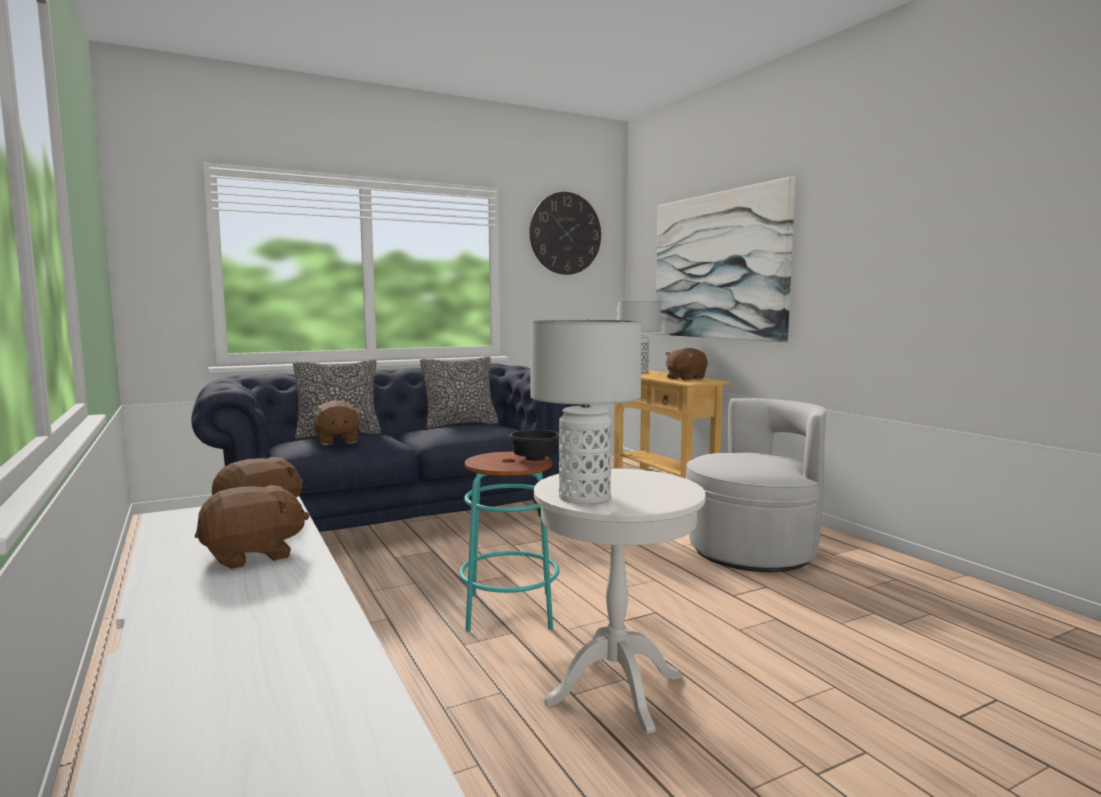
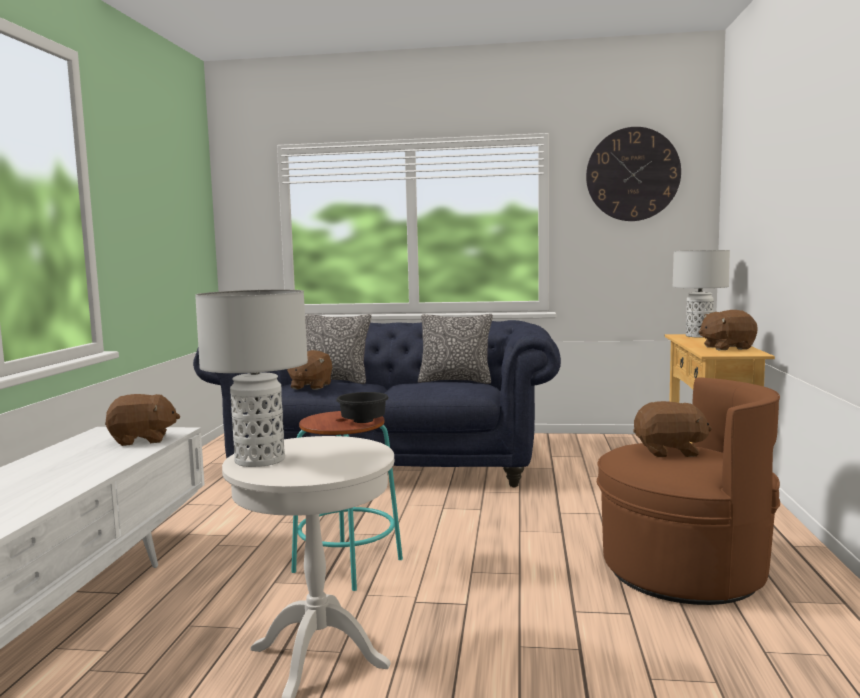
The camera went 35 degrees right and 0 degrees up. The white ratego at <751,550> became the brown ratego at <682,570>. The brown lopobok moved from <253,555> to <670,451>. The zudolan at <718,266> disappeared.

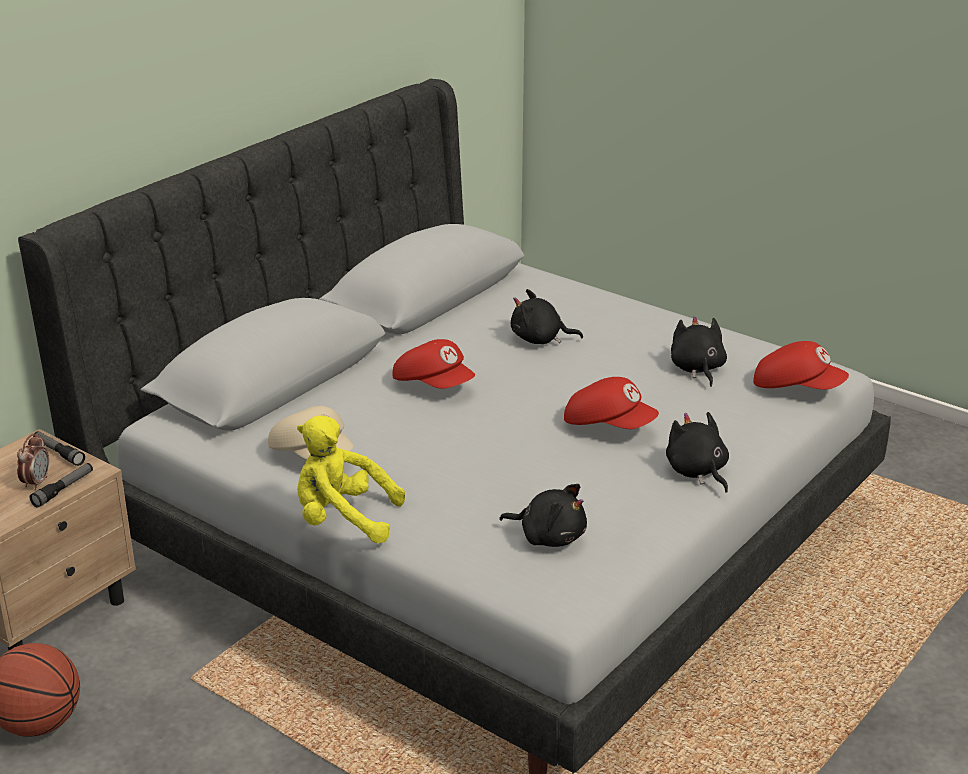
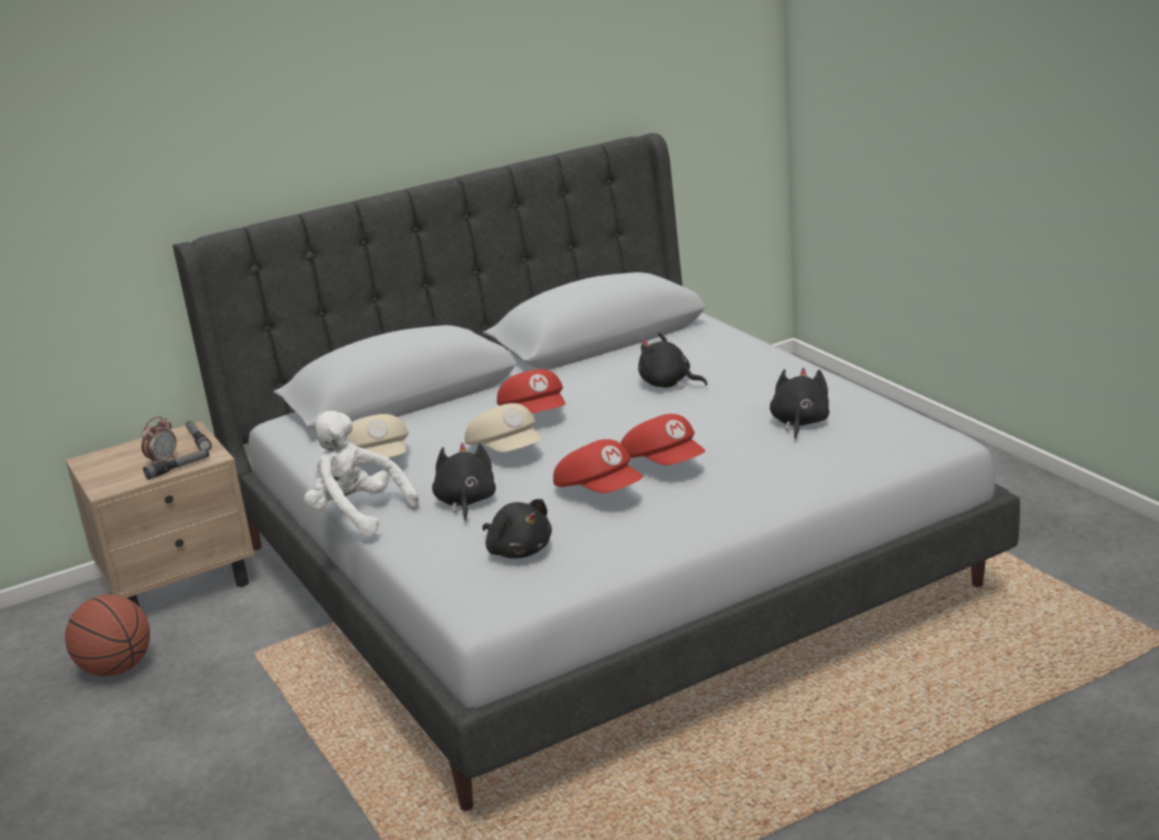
The camera went 25 degrees right and 5 degrees down. The yellow lopobok at <342,520> became the white lopobok at <357,515>. The black lopobok moved from <697,472> to <466,502>. The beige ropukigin at <507,450> appeared. The red ropukigin moved from <797,387> to <600,490>.

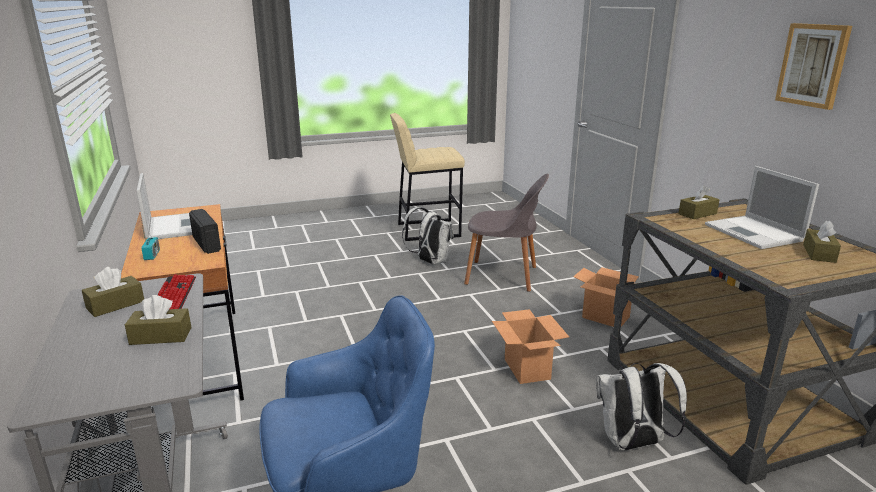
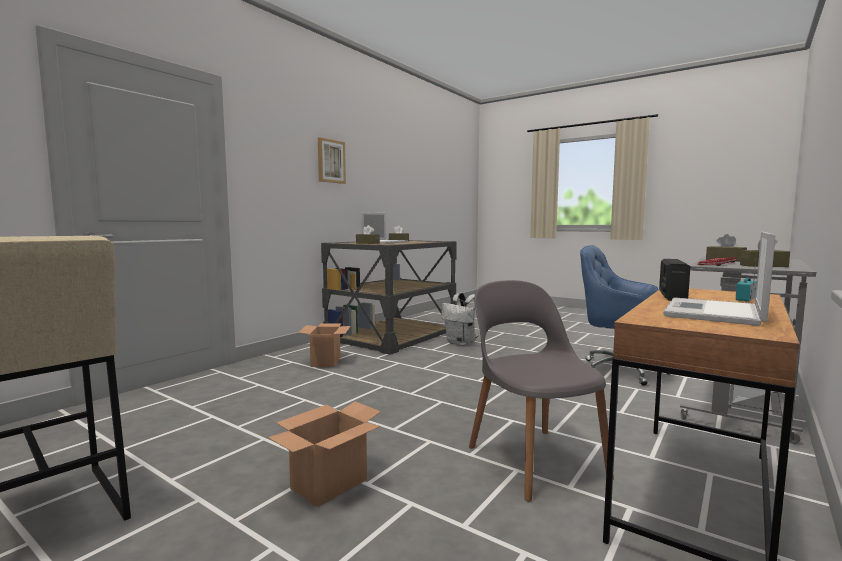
The camera went 125 degrees left and 15 degrees down. The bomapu moved from <526,369> to <328,485>. The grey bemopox moved from <504,276> to <534,459>. The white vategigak at <430,262> disappeared.

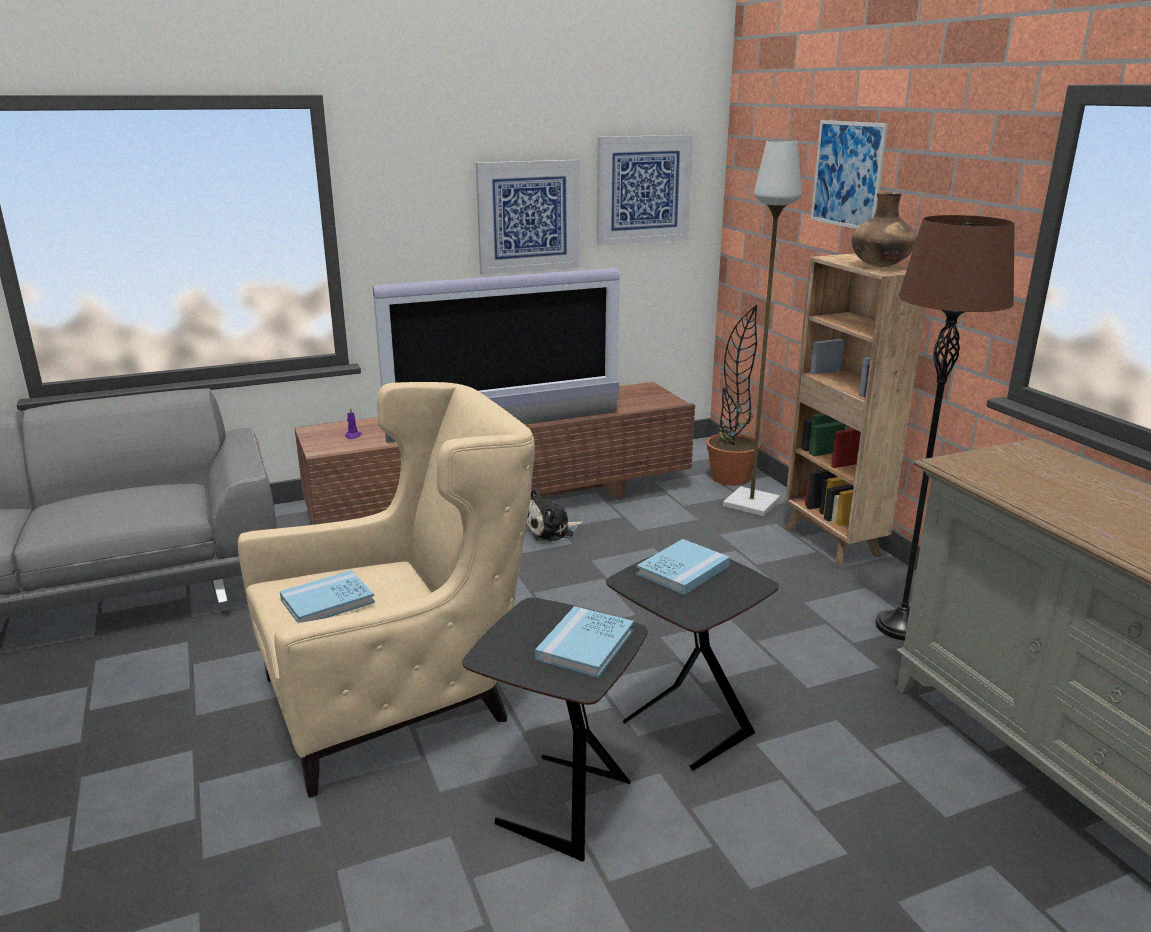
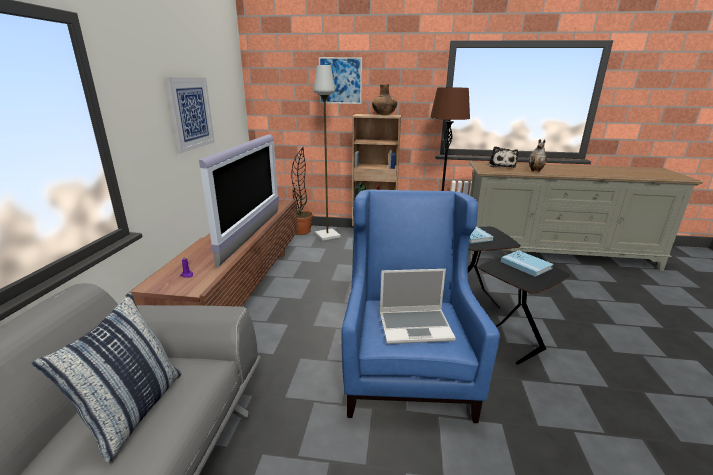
The camera went 60 degrees left and 0 degrees up. The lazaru at <134,411> appeared. The beige ratego at <398,699> became the blue ratego at <406,368>. The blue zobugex at <327,601> was replaced by the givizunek at <416,326>. The lopobok moved from <551,530> to <501,166>. The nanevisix at <536,171> appeared. The zudolan at <643,189> disappeared.

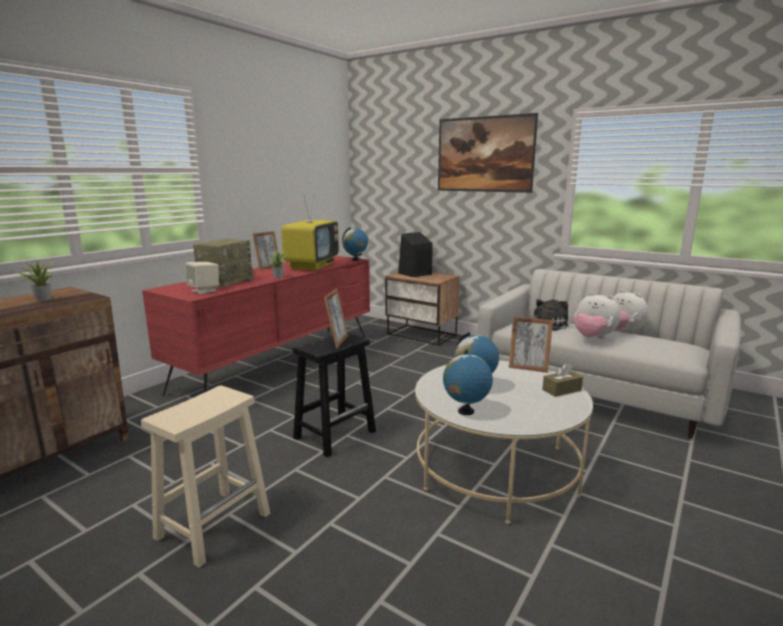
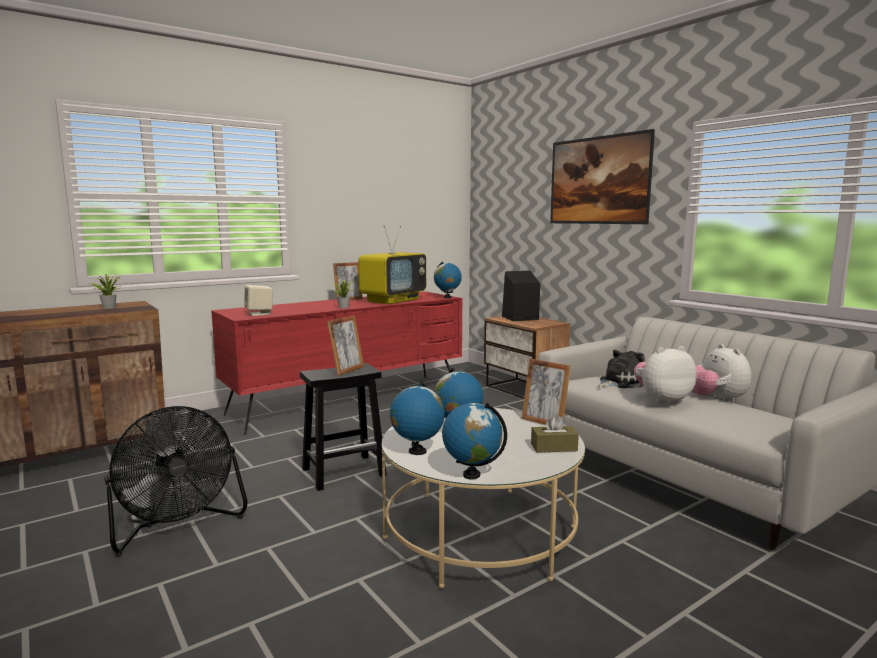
The camera went 20 degrees right and 5 degrees down. The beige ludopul at <214,524> was replaced by the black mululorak at <172,527>. The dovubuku at <471,475> appeared. The lopobok at <593,338> turned 105 degrees clockwise. The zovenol at <225,281> disappeared.

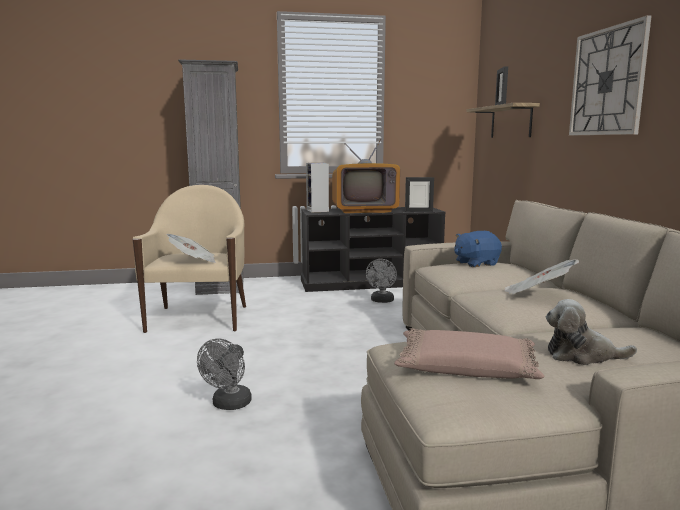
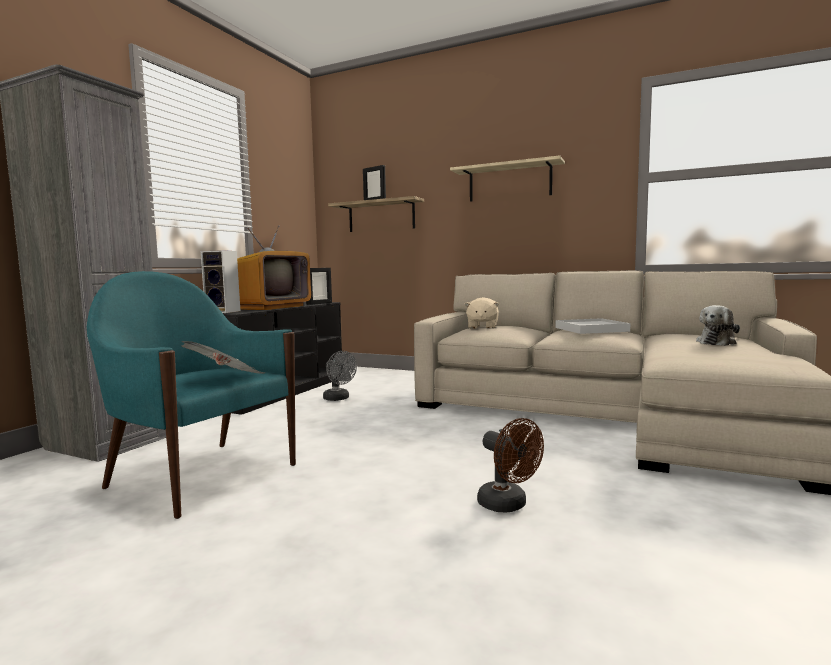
The camera went 55 degrees left and 5 degrees down. The beige ratego at <199,318> became the turquoise ratego at <201,475>. The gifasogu at <607,82> was replaced by the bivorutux at <509,182>. The blue lopobok at <475,263> became the beige lopobok at <482,327>. The grey mululorak at <229,405> became the brown mululorak at <508,505>. The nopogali at <537,295> was replaced by the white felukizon at <591,329>. The beige lazaru at <466,364> disappeared.

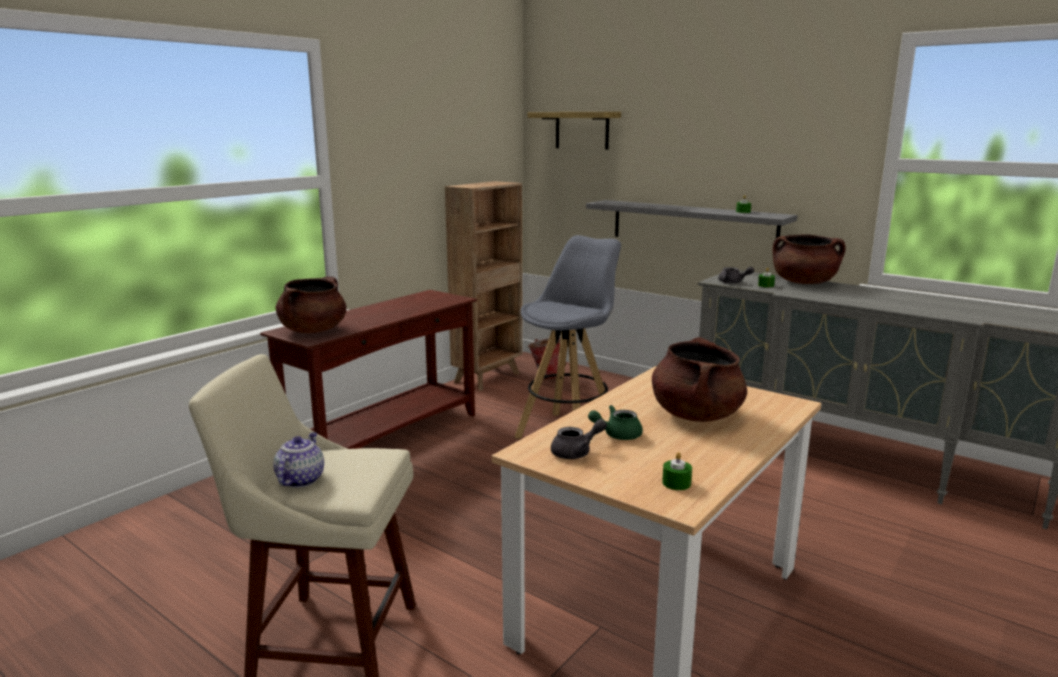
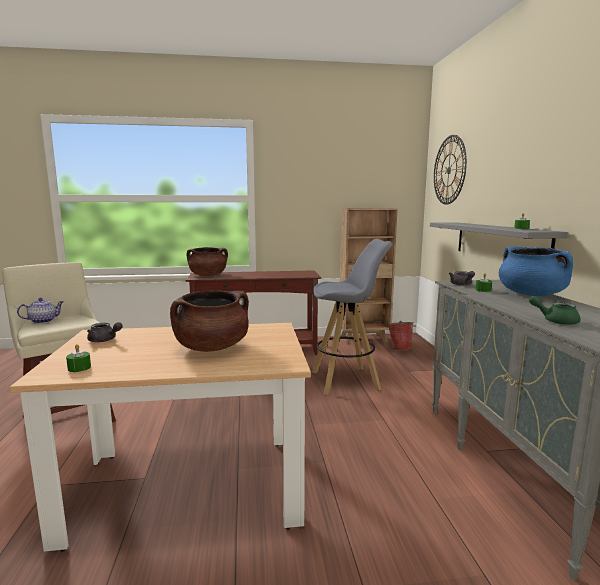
The camera went 45 degrees right and 5 degrees down. The bivorutux at <582,130> was replaced by the gifasogu at <449,170>. The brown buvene at <804,282> became the blue buvene at <531,294>. The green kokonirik moved from <617,435> to <555,321>.

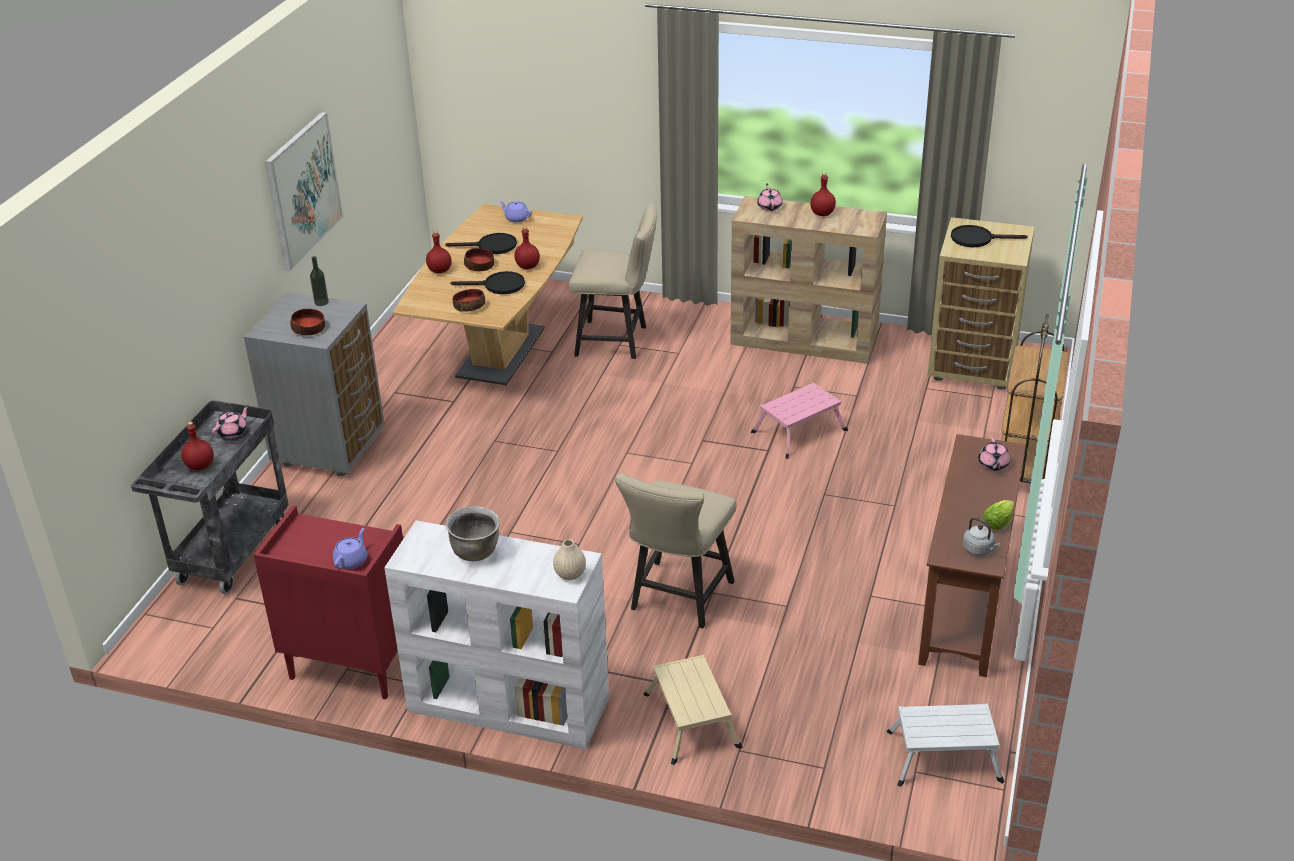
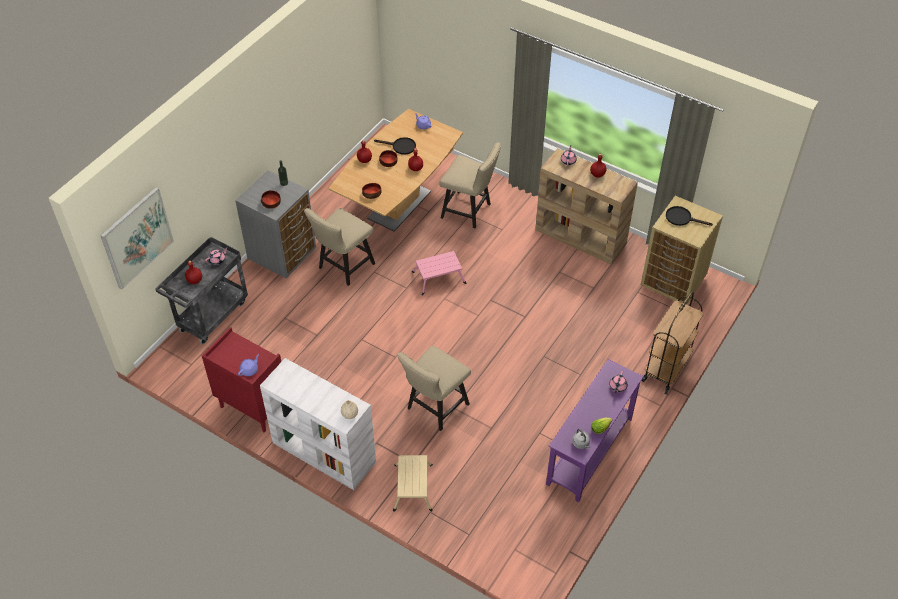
The camera went 15 degrees right and 15 degrees up. The zudolan moved from <303,190> to <137,237>. The beige bemopox at <343,267> appeared. The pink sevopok moved from <799,431> to <439,277>. The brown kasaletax at <965,603> became the purple kasaletax at <589,452>. The brown buvene at <476,552> disappeared. The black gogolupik at <498,286> disappeared. The white sevopok at <945,756> disappeared.

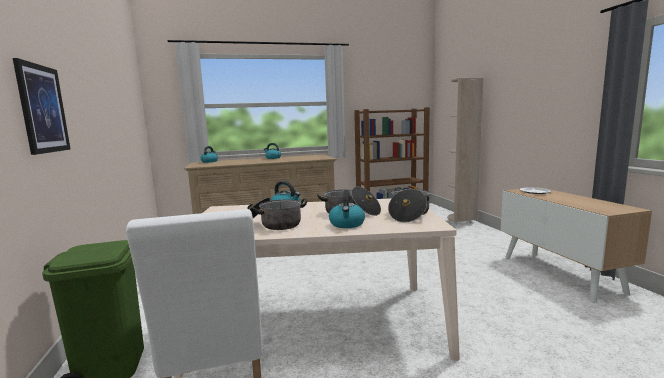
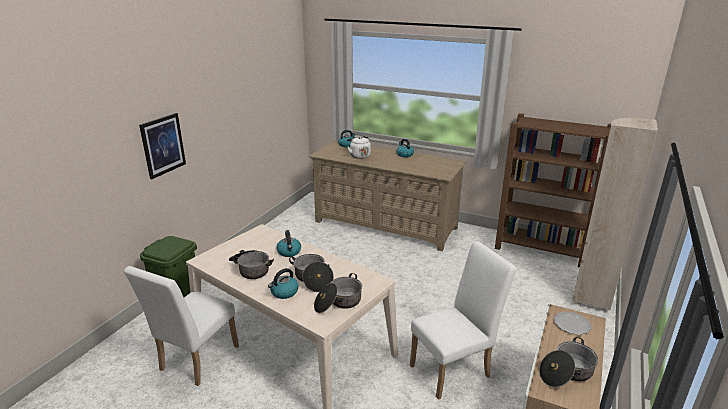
The camera went 40 degrees right and 15 degrees up. The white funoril at <359,156> appeared. The white bemopox at <455,369> appeared. The buvene at <566,373> appeared.

